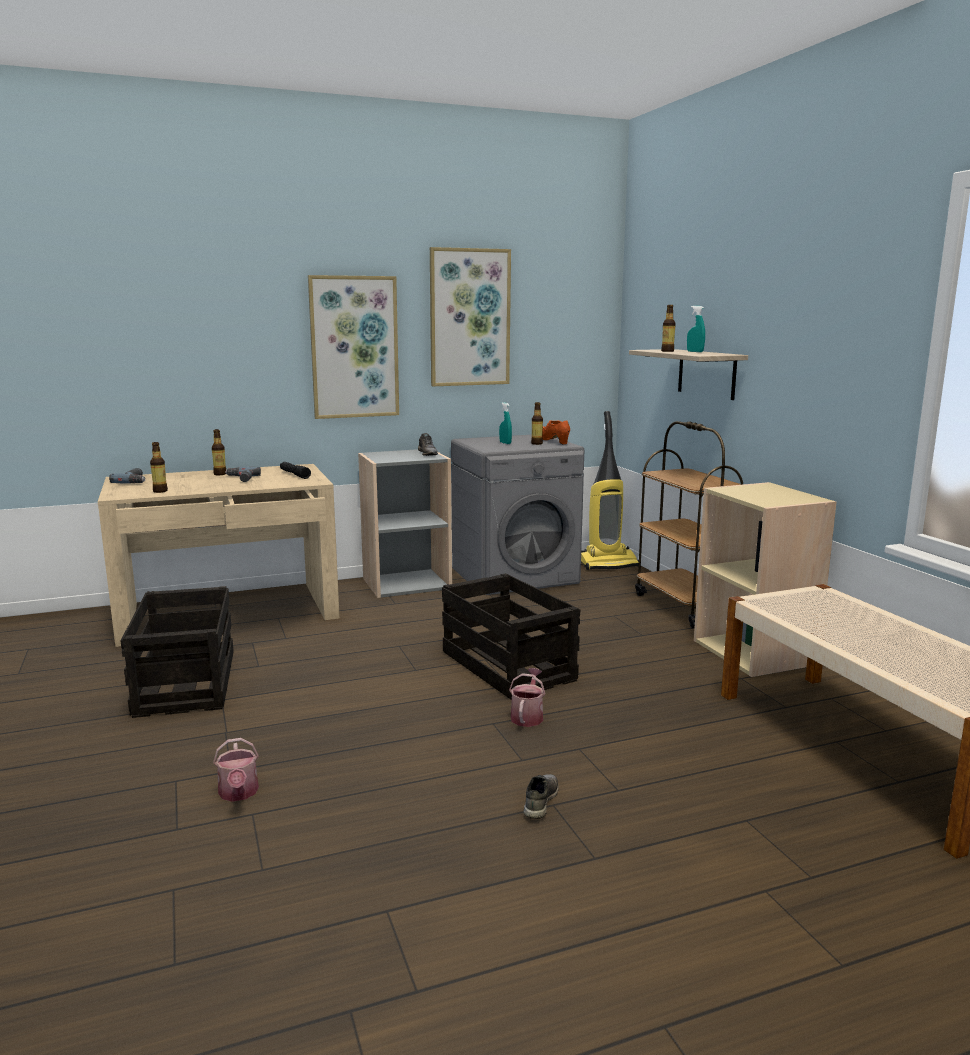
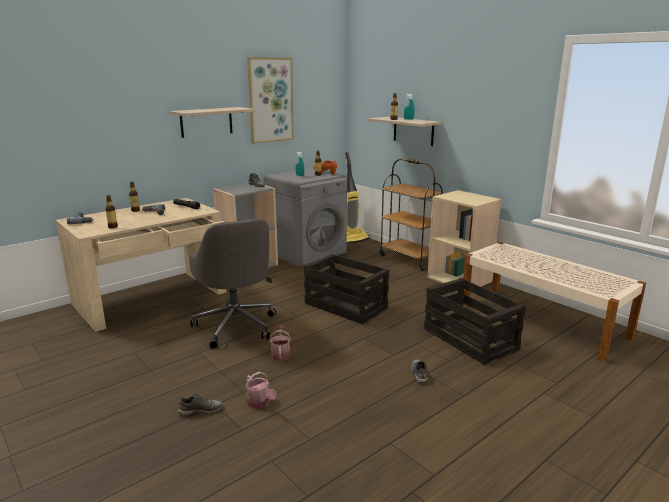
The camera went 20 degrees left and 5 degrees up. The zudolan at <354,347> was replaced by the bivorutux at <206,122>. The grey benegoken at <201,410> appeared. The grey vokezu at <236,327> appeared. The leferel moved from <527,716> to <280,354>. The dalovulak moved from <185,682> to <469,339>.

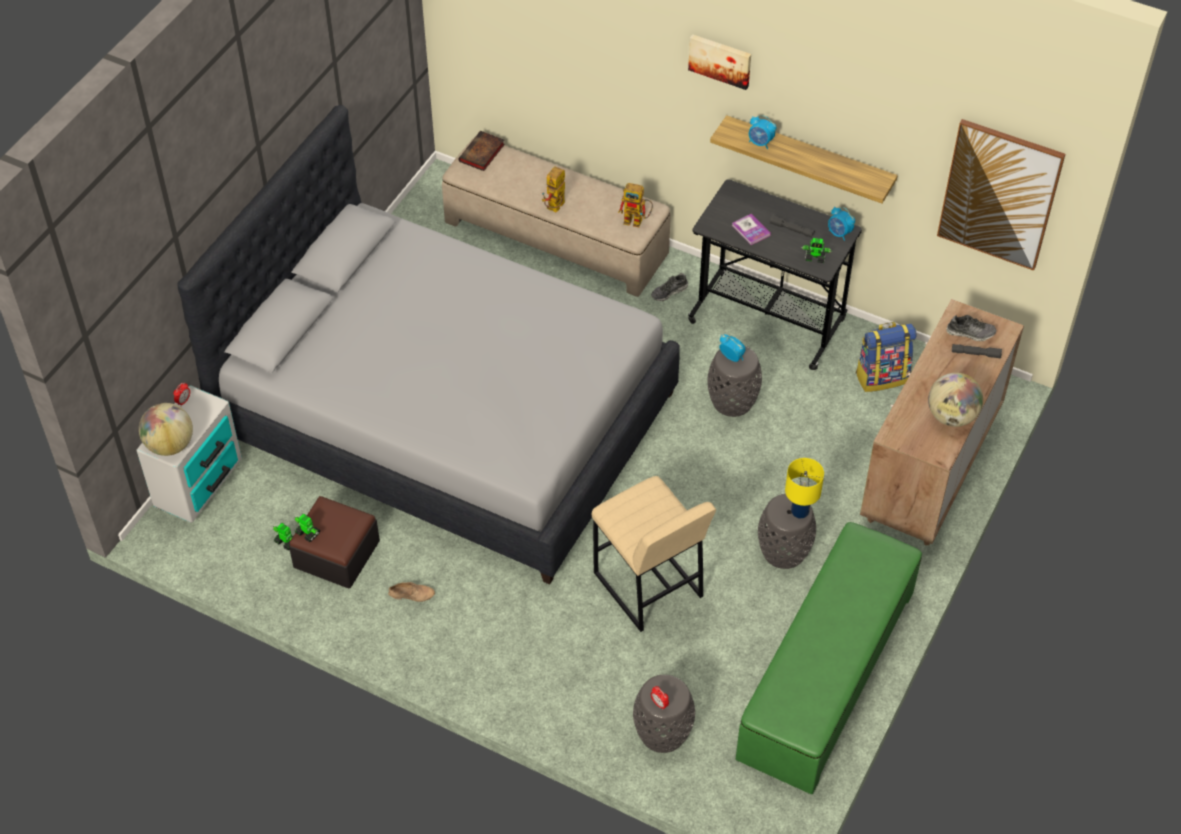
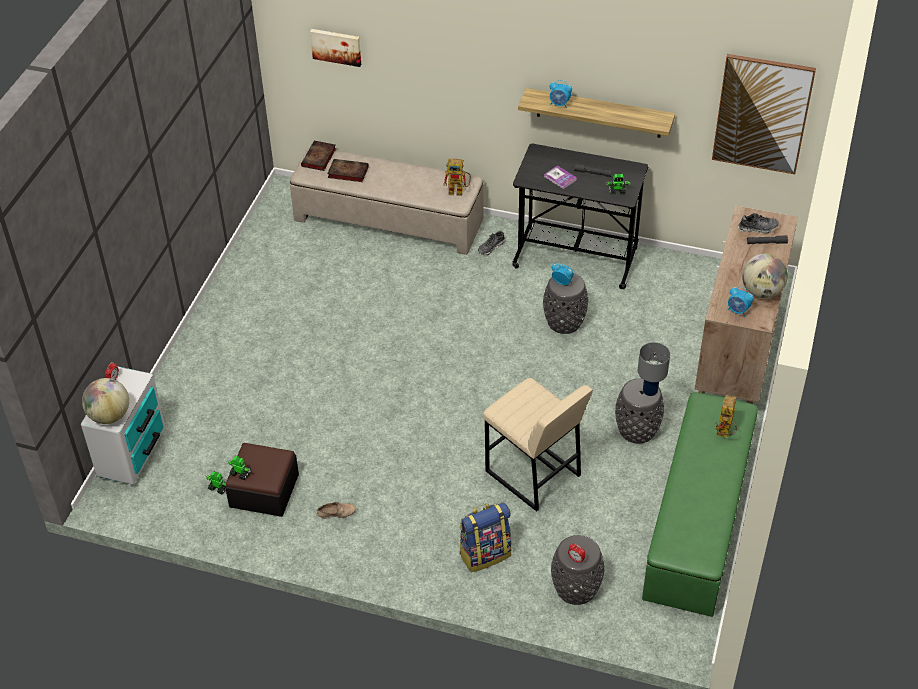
The camera went 10 degrees left and 5 degrees down. The zudolan moved from <720,60> to <336,46>. The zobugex at <347,172> appeared. The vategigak moved from <882,376> to <485,554>. The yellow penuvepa at <798,512> became the grey penuvepa at <649,391>. The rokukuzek moved from <555,209> to <724,434>. The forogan moved from <839,233> to <738,311>. The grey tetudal at <446,414> disappeared.

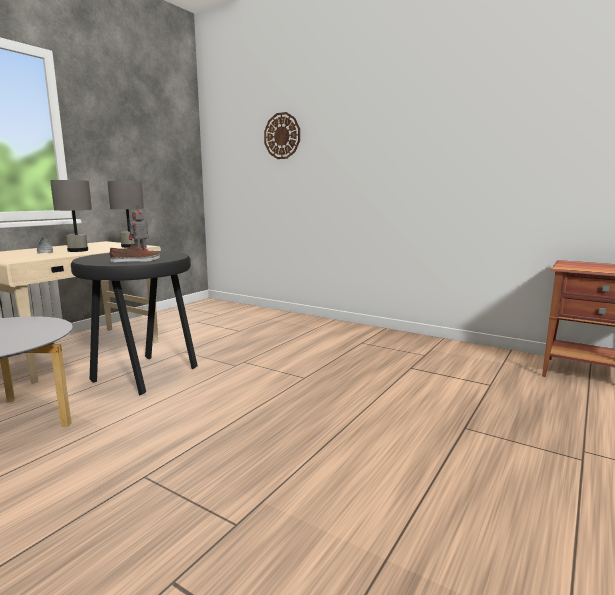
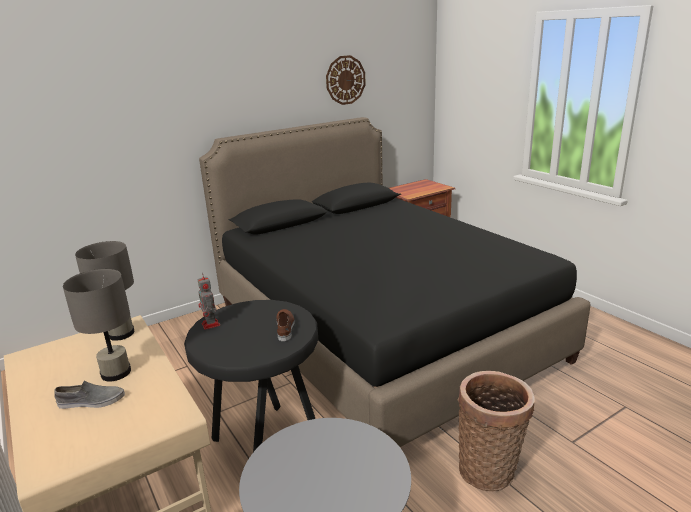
The camera went 65 degrees left and 10 degrees up. The black tetudal at <379,330> appeared. The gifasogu moved from <282,136> to <345,80>. The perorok at <489,469> appeared.

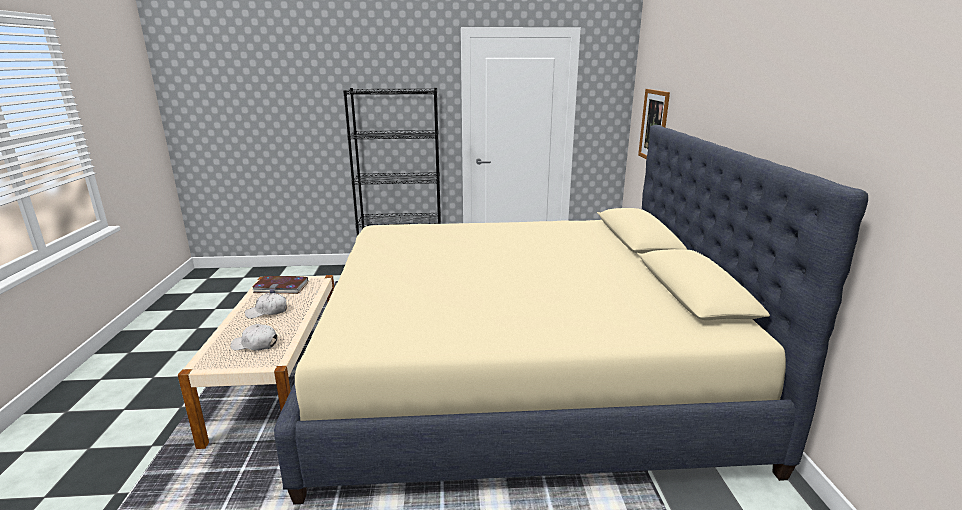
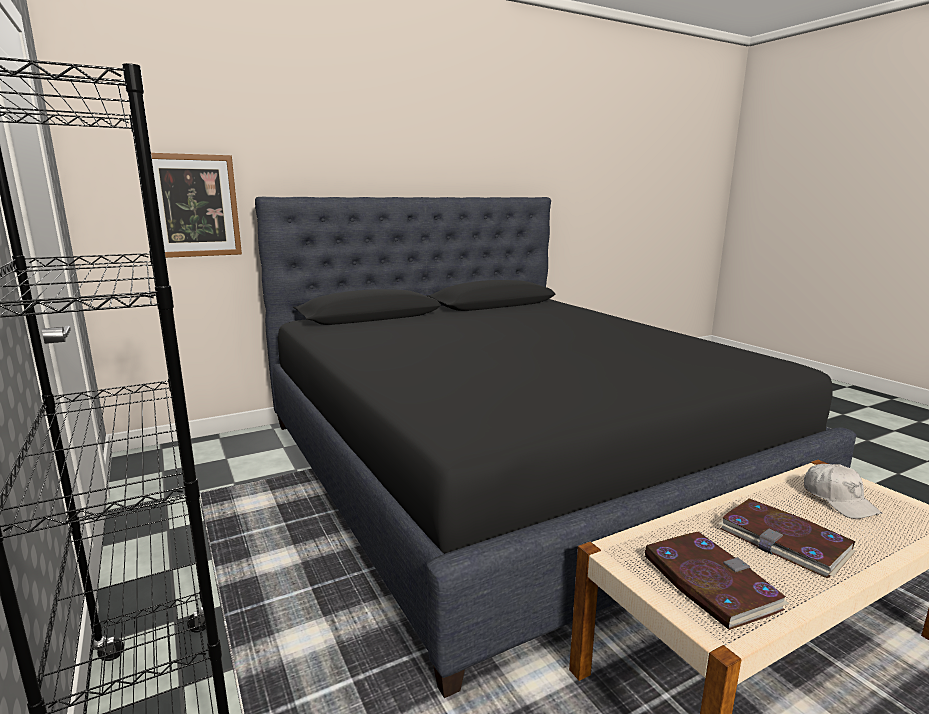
The camera went 115 degrees left and 5 degrees down. The beige tetudal at <520,371> became the black tetudal at <509,467>. The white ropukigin at <267,312> was replaced by the zobugex at <784,541>.

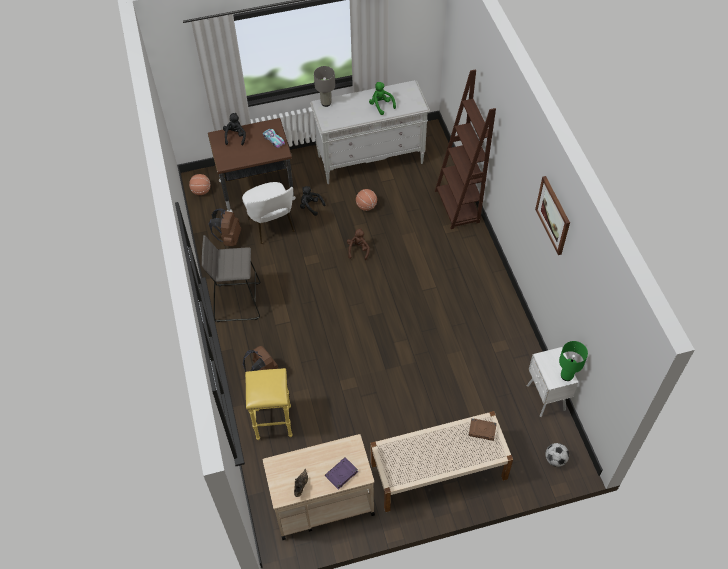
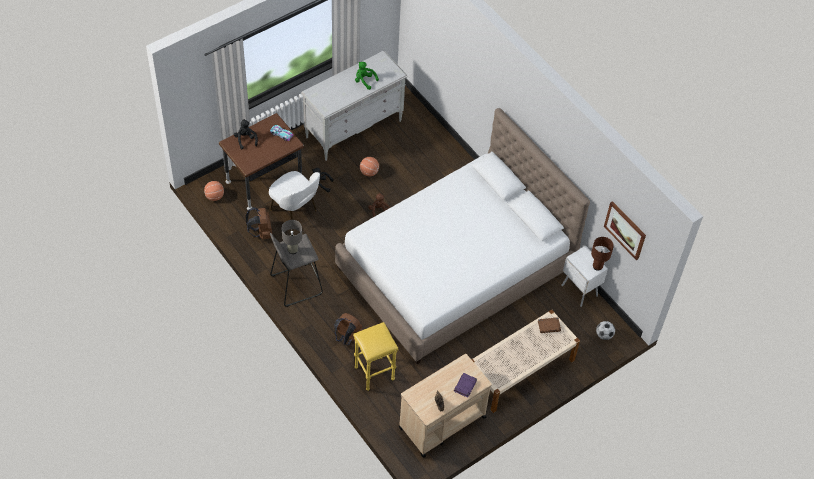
The camera went 25 degrees left and 0 degrees up. The grey penuvepa moved from <326,103> to <293,250>. The white tetudal at <455,268> appeared. The green penuvepa at <567,376> became the brown penuvepa at <597,266>. The zudolan moved from <553,215> to <625,230>. The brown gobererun at <457,206> disappeared.

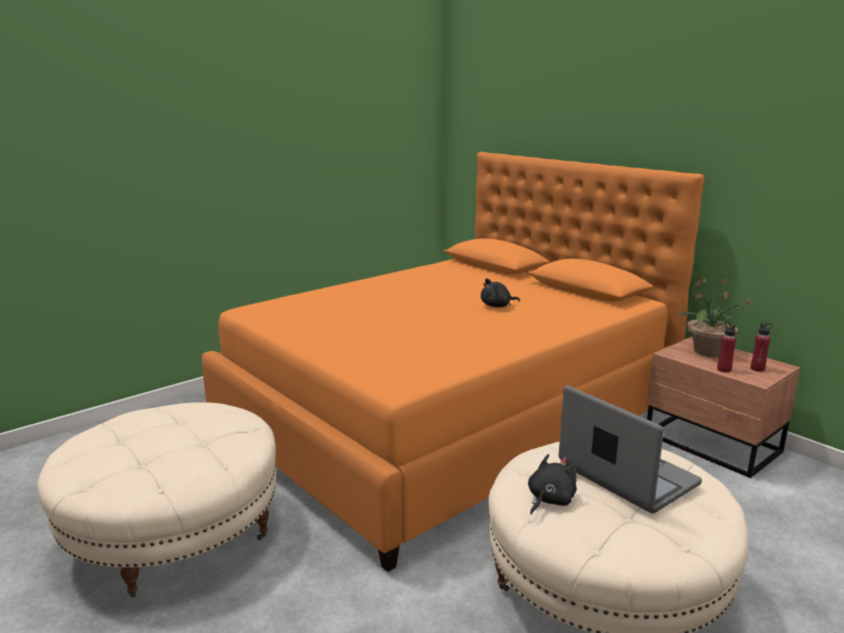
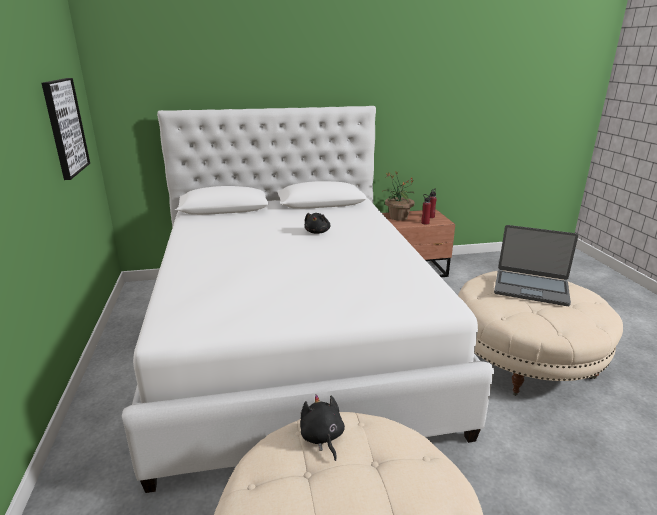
The camera went 60 degrees left and 5 degrees up. The zudolan at <65,127> appeared. The orange tetudal at <448,419> became the white tetudal at <293,340>. The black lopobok moved from <549,500> to <322,437>. The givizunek at <626,475> turned 150 degrees counterclockwise.

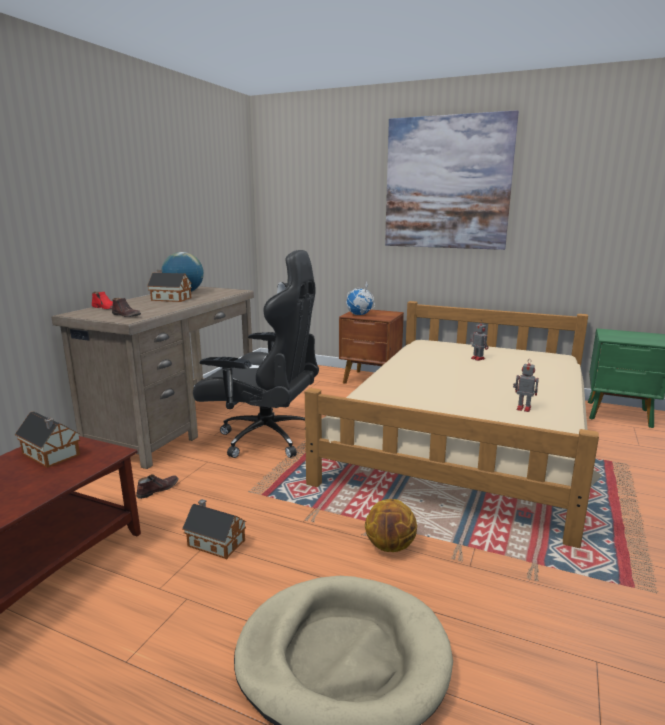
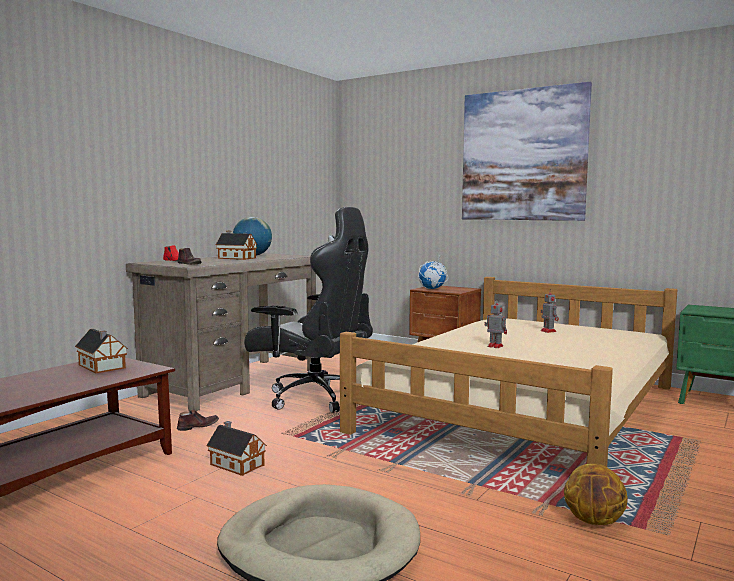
The camera went 10 degrees right and 10 degrees down. The rokukuzek moved from <522,408> to <494,346>. The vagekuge moved from <390,546> to <594,521>.

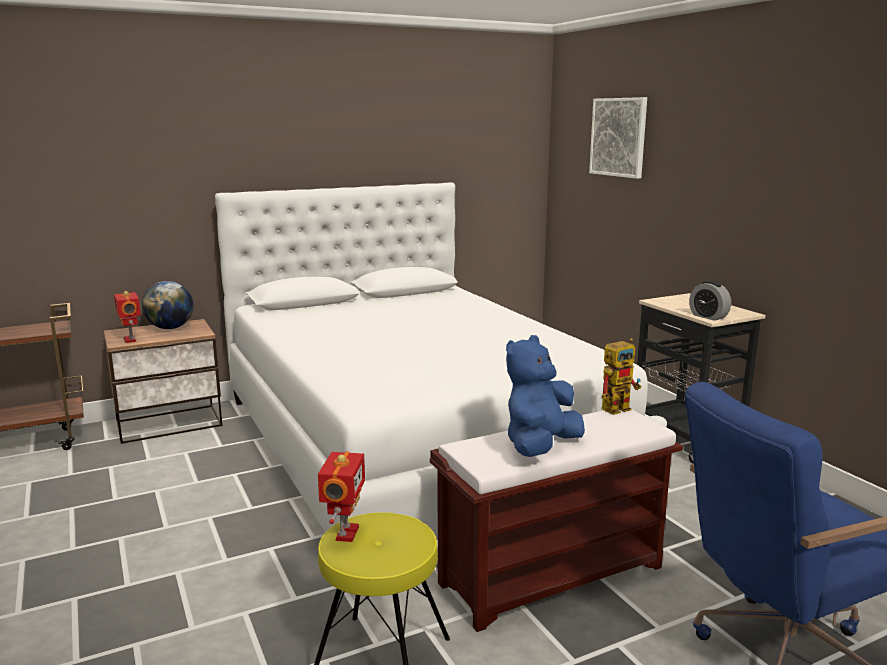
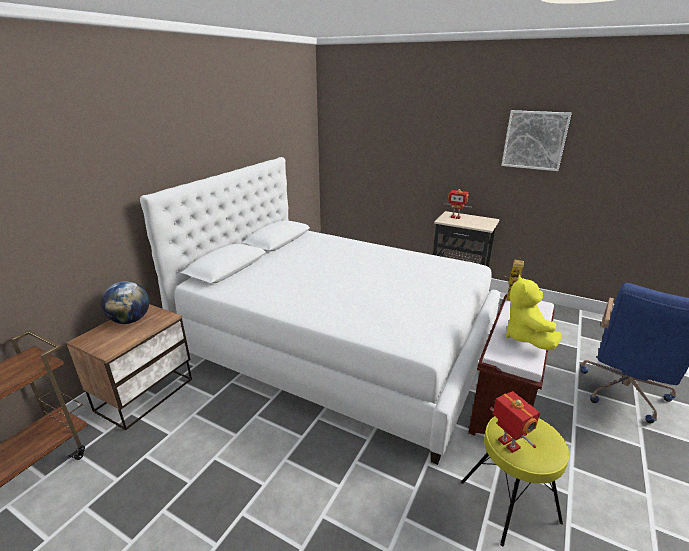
The camera went 35 degrees left and 10 degrees up. The rokukuzek moved from <131,340> to <455,217>. The zudolan moved from <618,137> to <534,140>. The blue lopobok at <540,447> became the yellow lopobok at <525,337>. The forogan at <708,316> disappeared.

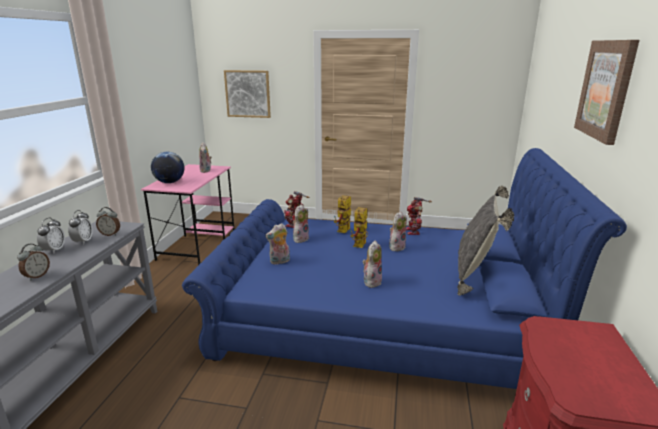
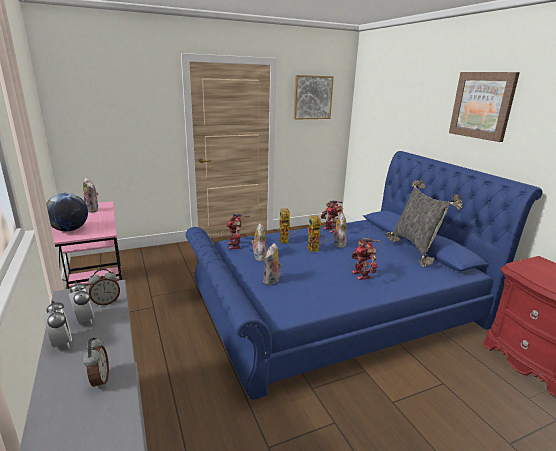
The camera went 35 degrees left and 0 degrees up. The zudolan moved from <248,94> to <312,97>. The lopobok at <371,281> was replaced by the rokukuzek at <362,274>.

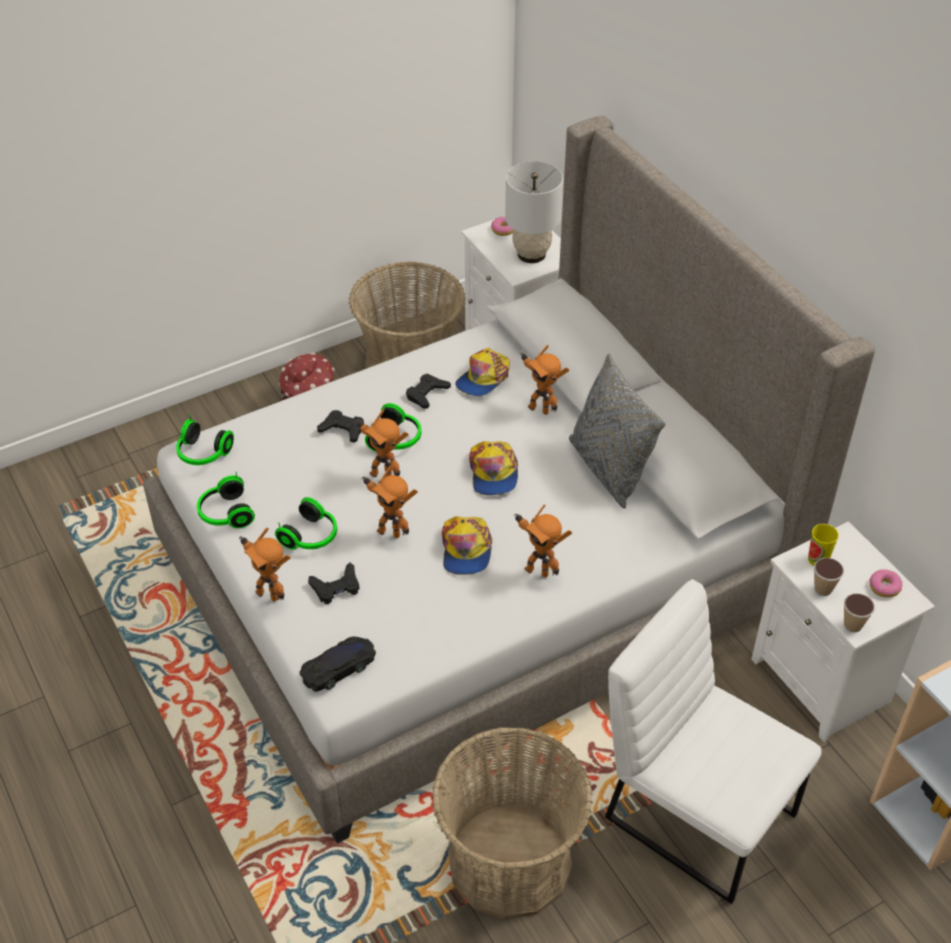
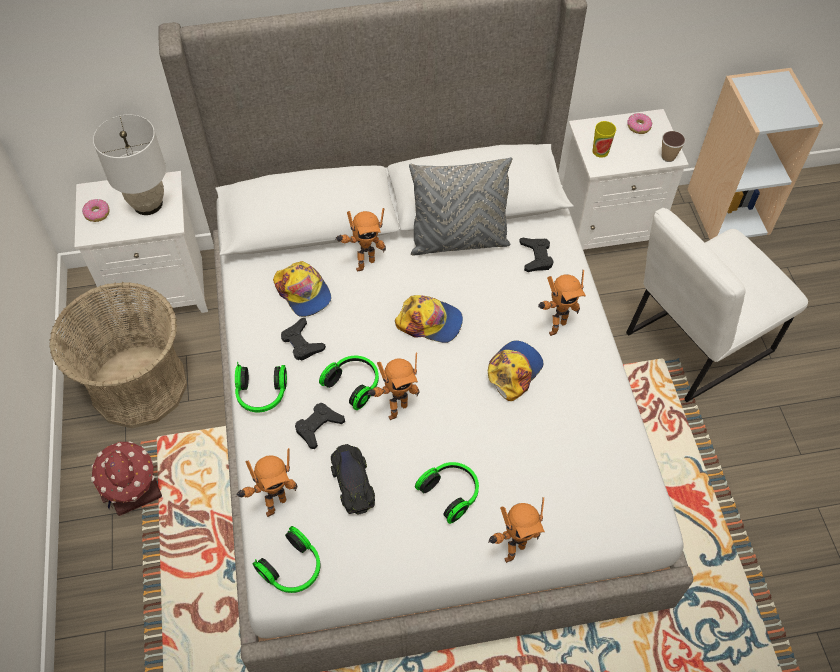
The camera went 70 degrees left and 10 degrees up. The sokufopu moved from <225,514> to <261,395>. The rokukuzek moved from <390,531> to <273,504>. The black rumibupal moved from <339,667> to <352,481>. The ropukigin at <466,550> turned 75 degrees counterclockwise. The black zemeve moved from <336,587> to <536,257>. The perorok at <510,861> disappeared. The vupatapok at <823,589> disappeared.

